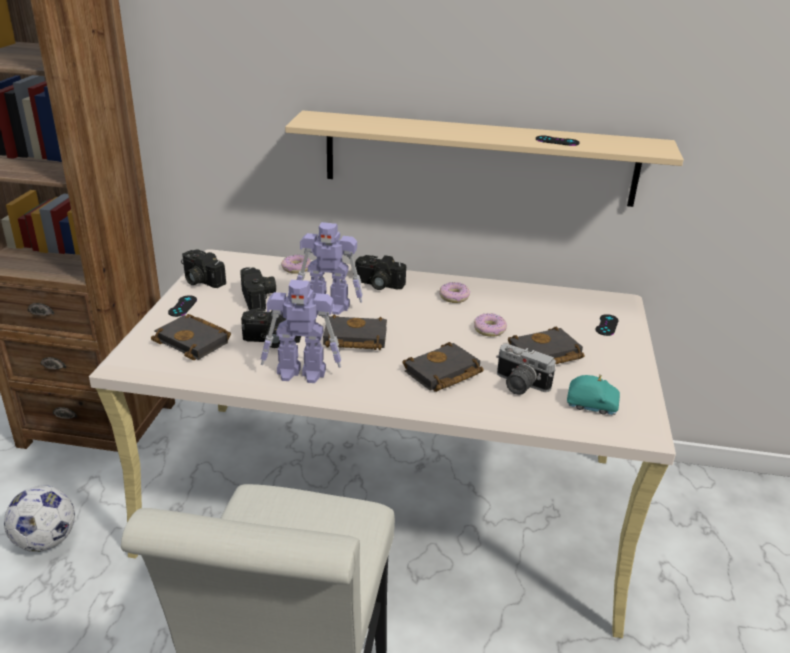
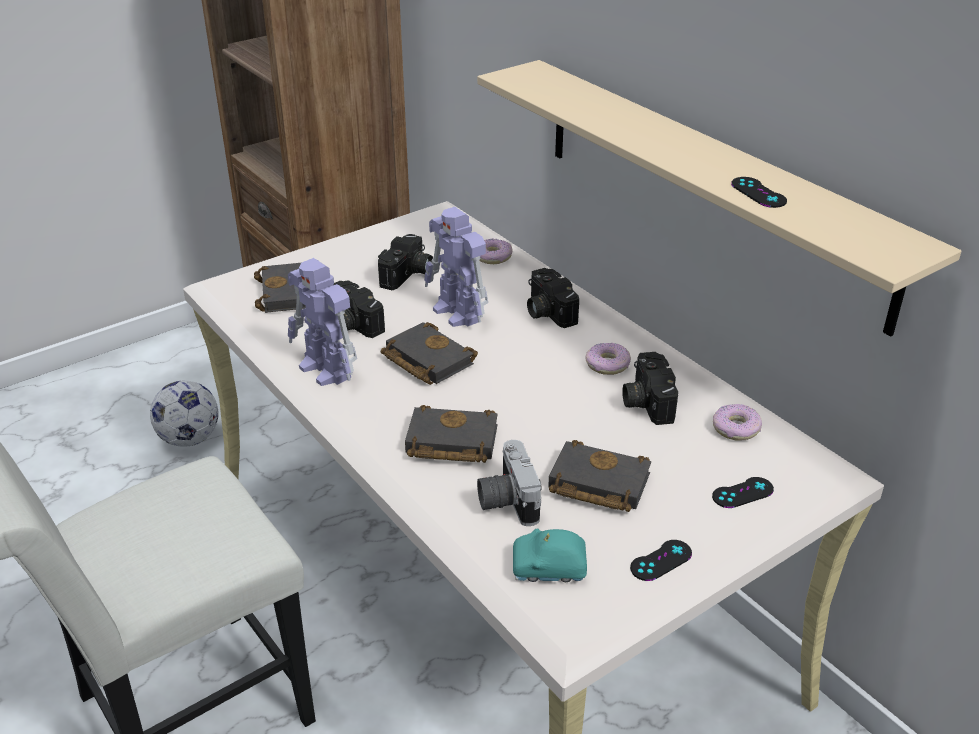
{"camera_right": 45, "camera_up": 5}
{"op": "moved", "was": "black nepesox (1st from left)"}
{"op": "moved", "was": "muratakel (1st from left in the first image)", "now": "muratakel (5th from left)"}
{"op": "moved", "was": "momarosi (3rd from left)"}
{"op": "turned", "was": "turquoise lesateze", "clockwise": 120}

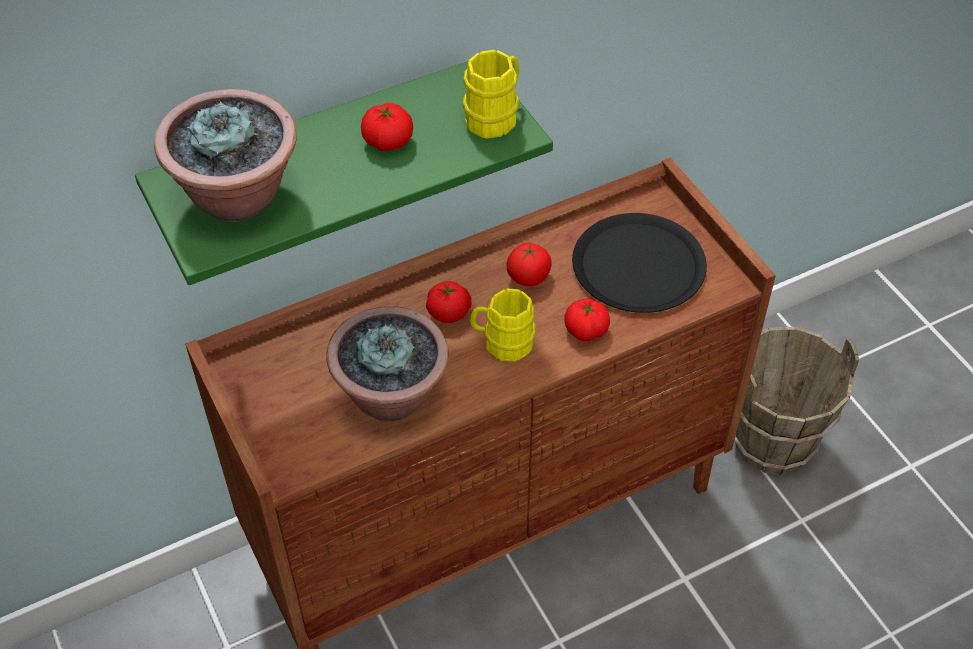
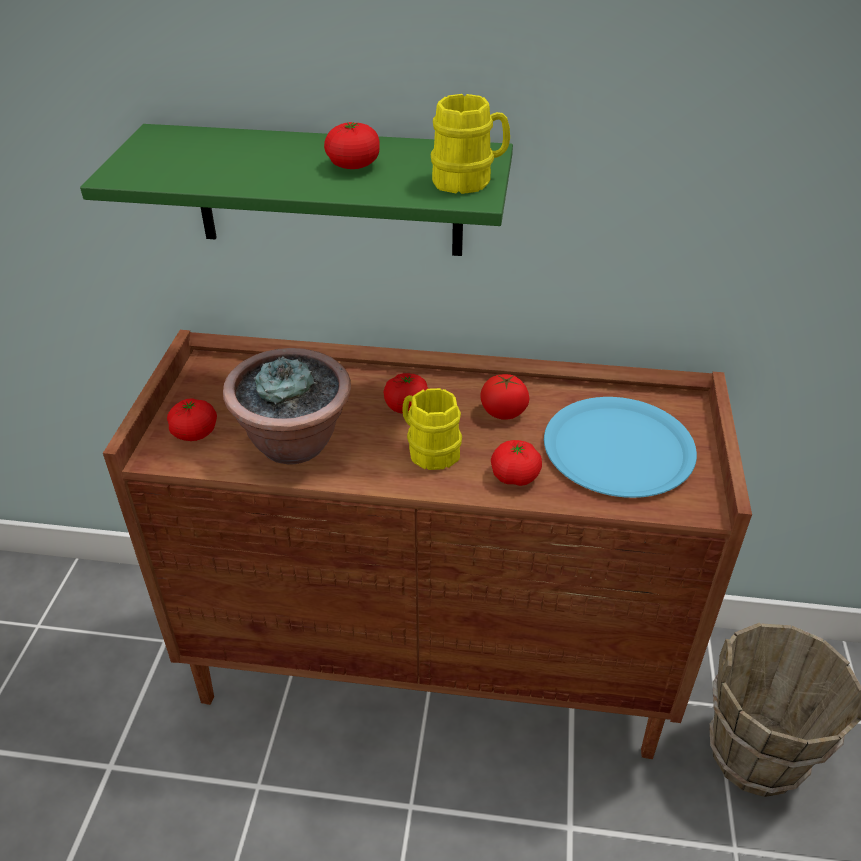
{"camera_right": 35, "camera_up": -10}
{"op": "removed", "was": "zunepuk (1st from left)"}
{"op": "recoloured", "was": "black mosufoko", "now": "blue mosufoko"}
{"op": "added", "now": "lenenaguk (1st from left)"}

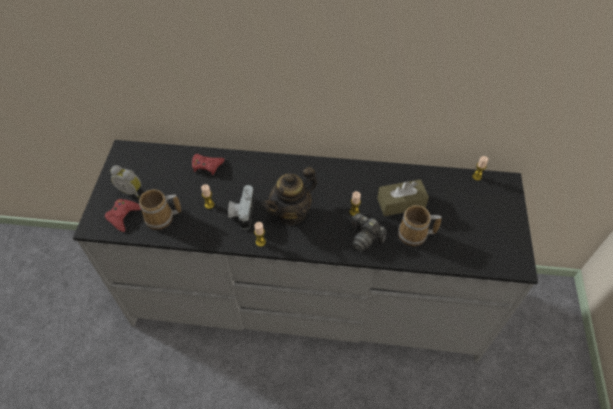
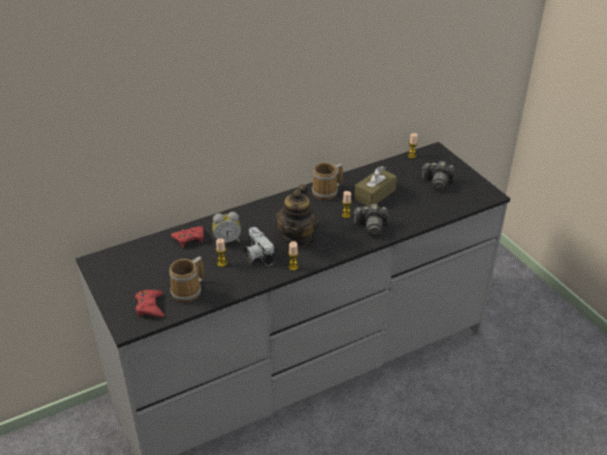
{"camera_right": -35, "camera_up": -15}
{"op": "moved", "was": "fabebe"}
{"op": "moved", "was": "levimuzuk (2nd from left)"}
{"op": "added", "now": "muratakel (3rd from left)"}

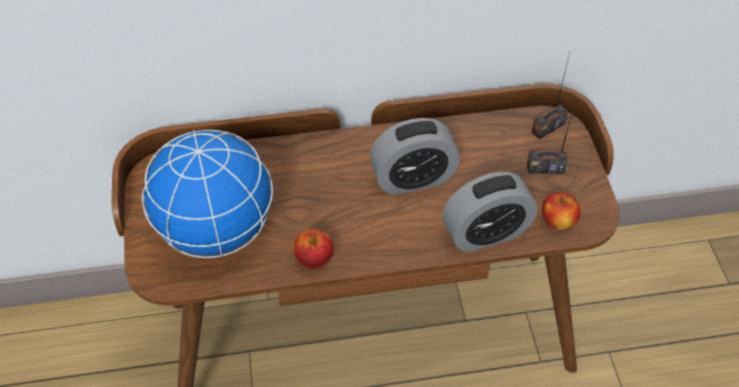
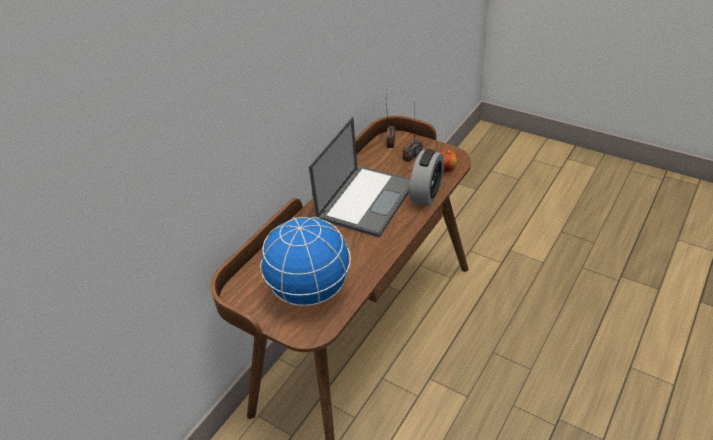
{"camera_right": -45, "camera_up": -10}
{"op": "removed", "was": "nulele (1st from left)"}
{"op": "replaced", "was": "fabebe (1st from left)", "now": "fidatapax"}

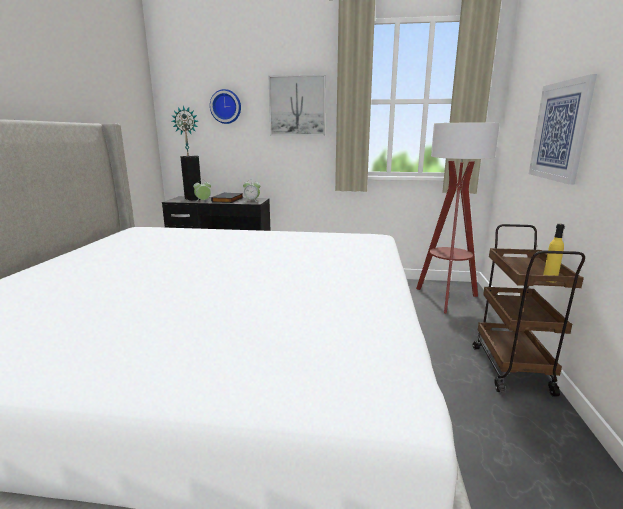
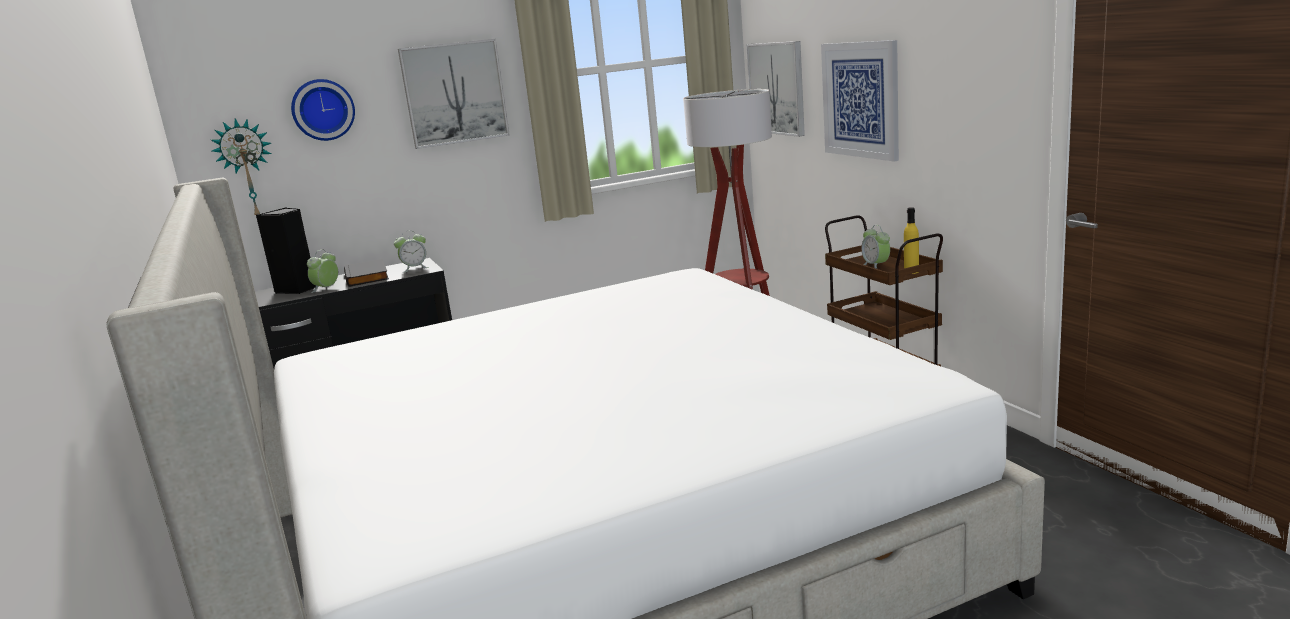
{"camera_right": -30, "camera_up": 0}
{"op": "added", "now": "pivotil (2nd from left)"}
{"op": "added", "now": "fabebe (3rd from left)"}

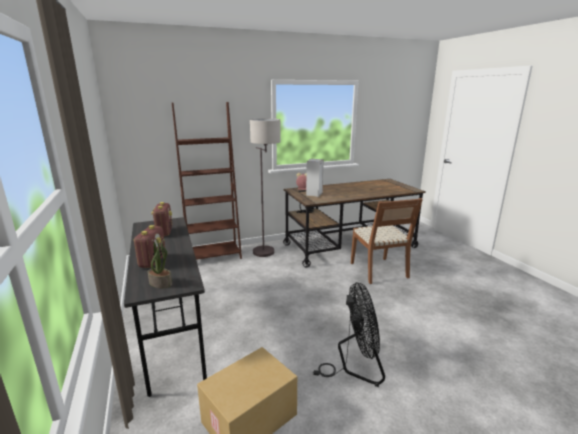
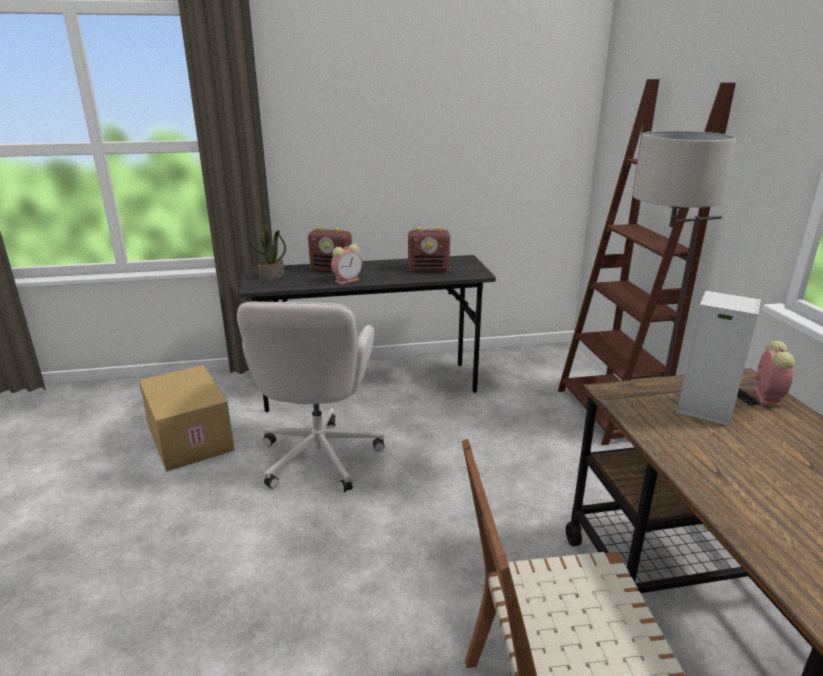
{"camera_right": 100, "camera_up": 5}
{"op": "removed", "was": "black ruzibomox"}
{"op": "added", "now": "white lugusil"}
{"op": "added", "now": "fabebe (1st from left)"}

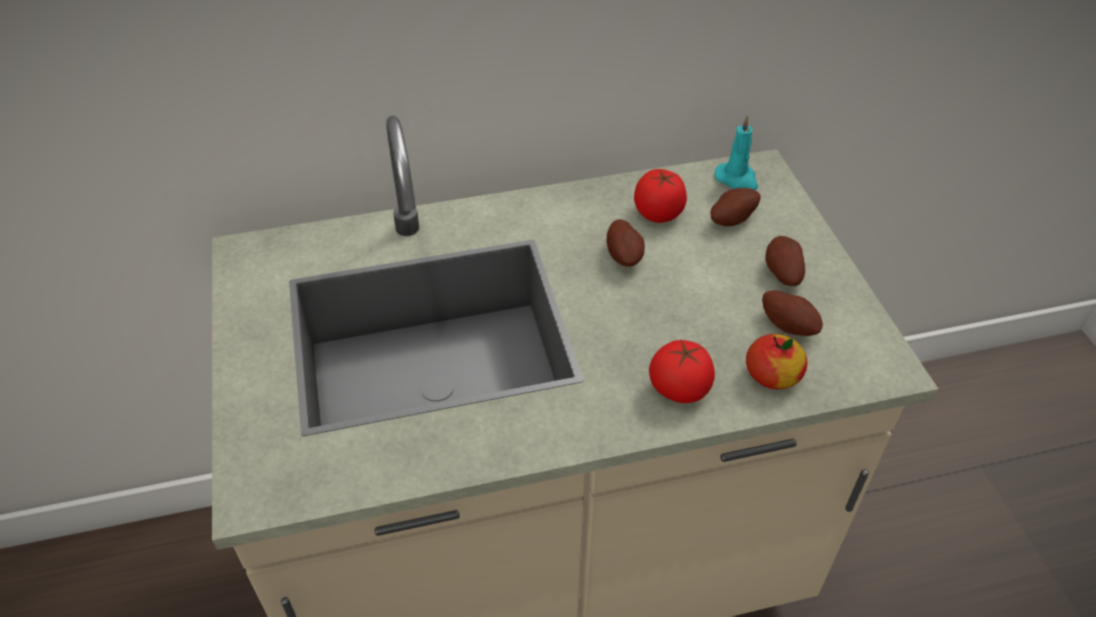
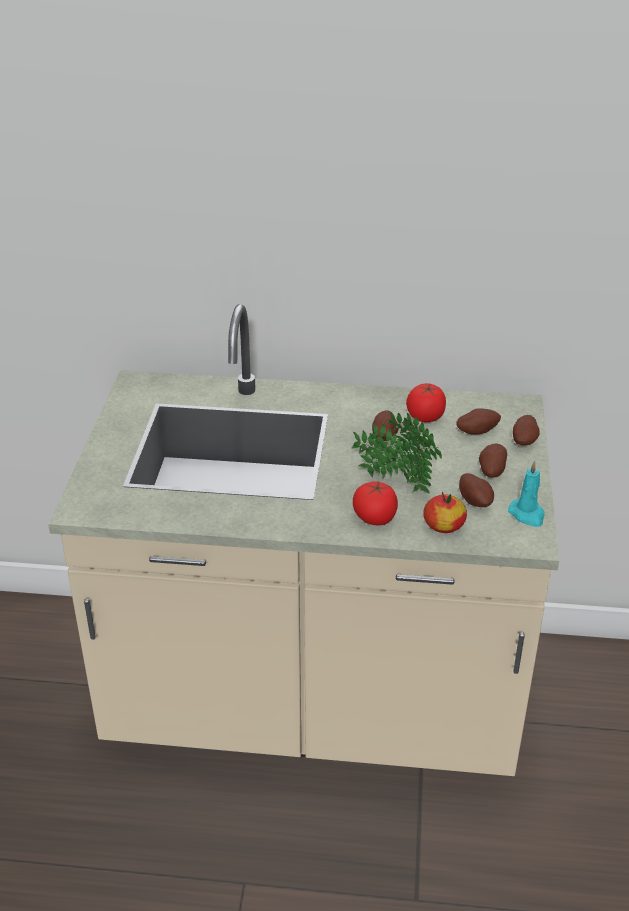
{"camera_right": 20, "camera_up": -10}
{"op": "moved", "was": "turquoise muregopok"}
{"op": "added", "now": "zunepuk"}
{"op": "added", "now": "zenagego (5th from left)"}

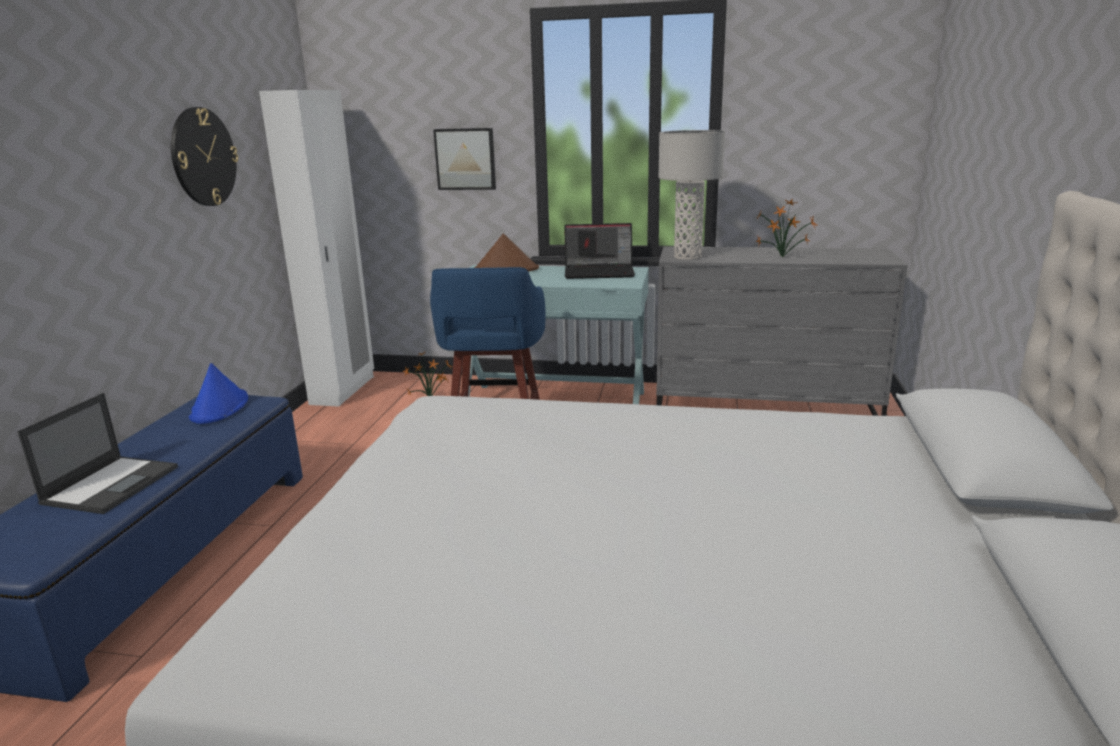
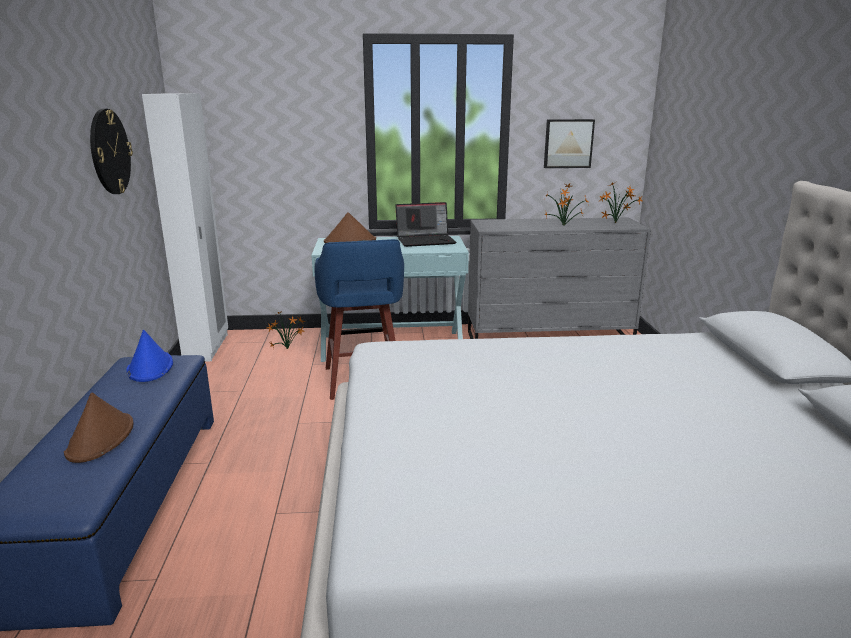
{"camera_right": -15, "camera_up": 0}
{"op": "replaced", "was": "fidatapax (1st from left)", "now": "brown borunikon (1st from left)"}
{"op": "moved", "was": "pivotil"}
{"op": "removed", "was": "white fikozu"}
{"op": "added", "now": "zunepuk (3rd from left)"}

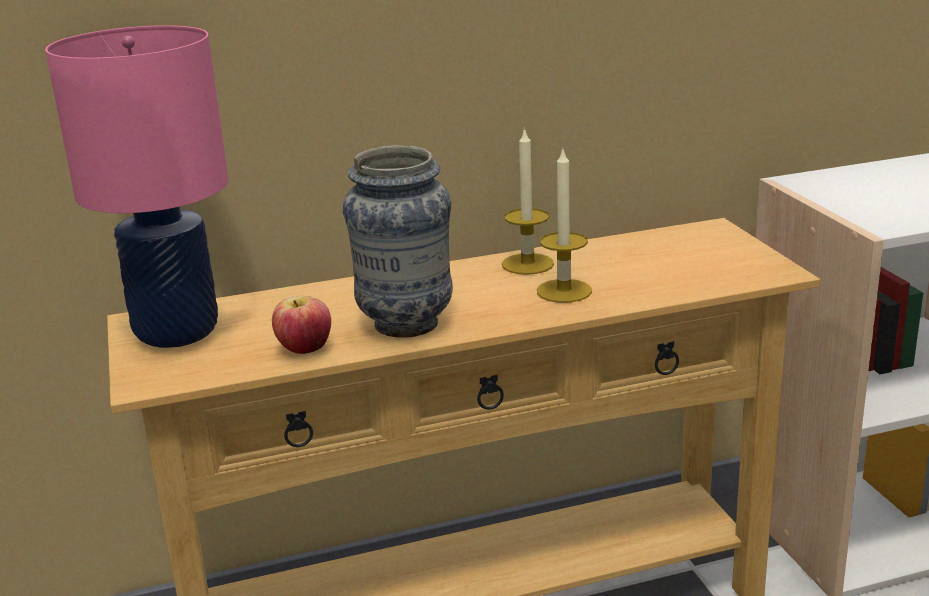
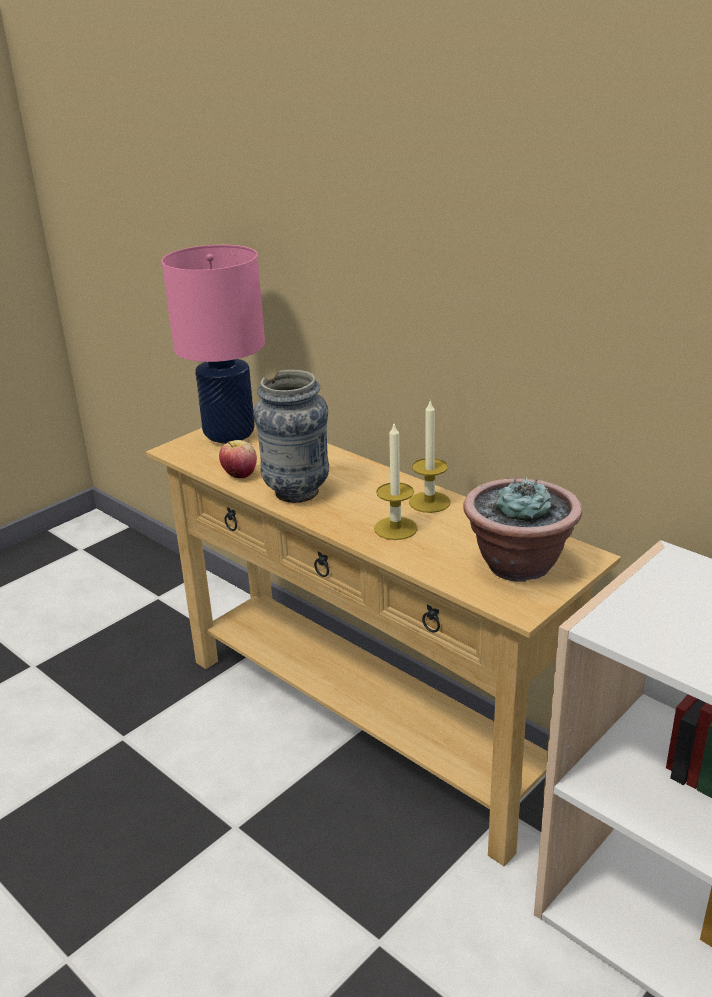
{"camera_right": 60, "camera_up": 5}
{"op": "added", "now": "zunepuk"}

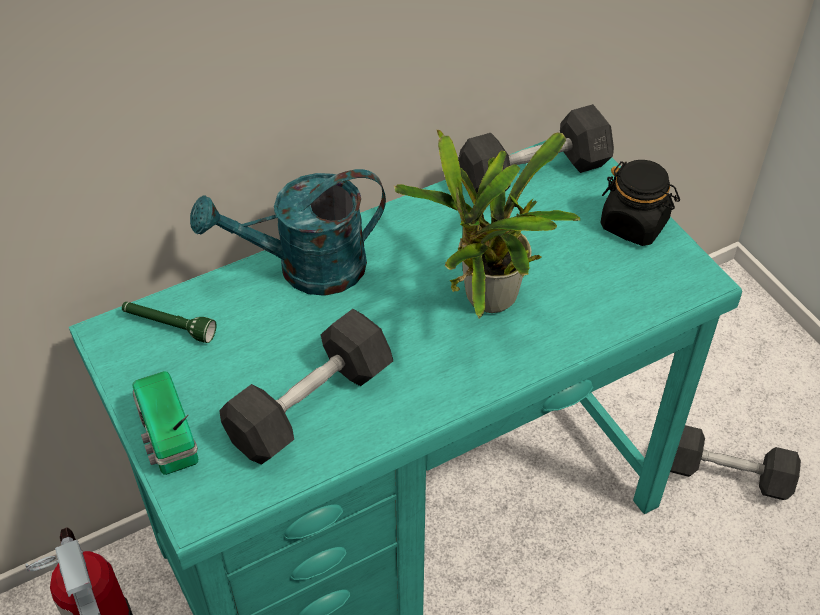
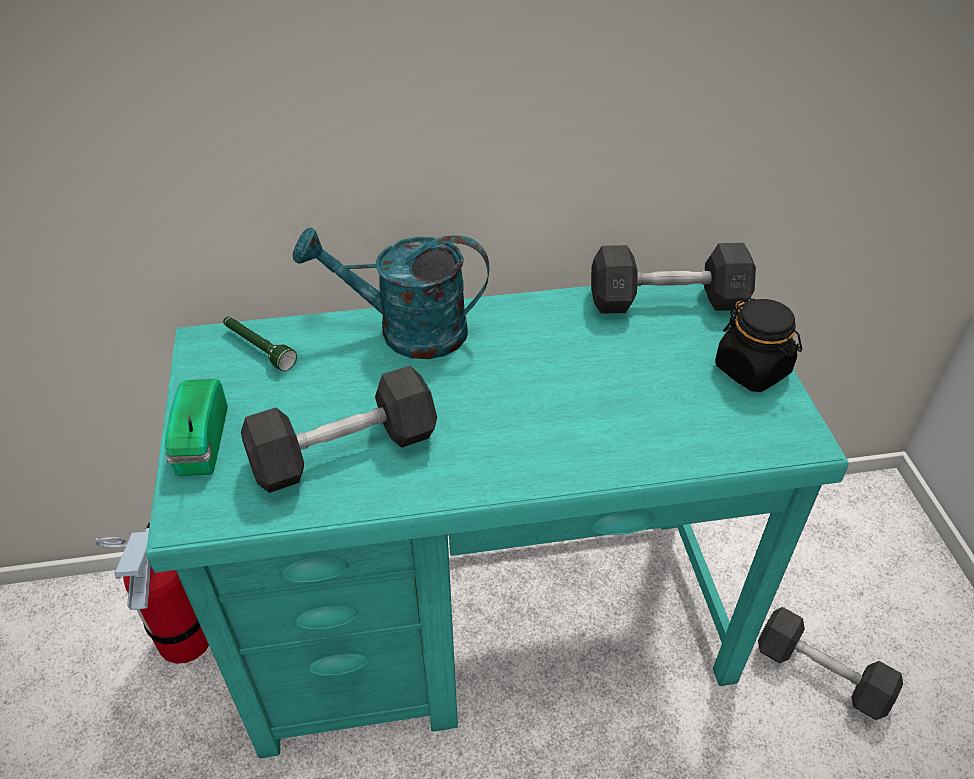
{"camera_right": 20, "camera_up": -5}
{"op": "removed", "was": "zunepuk"}

